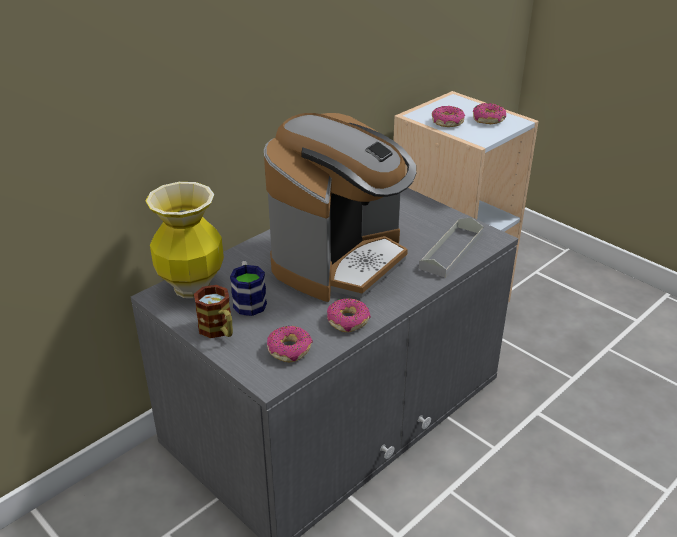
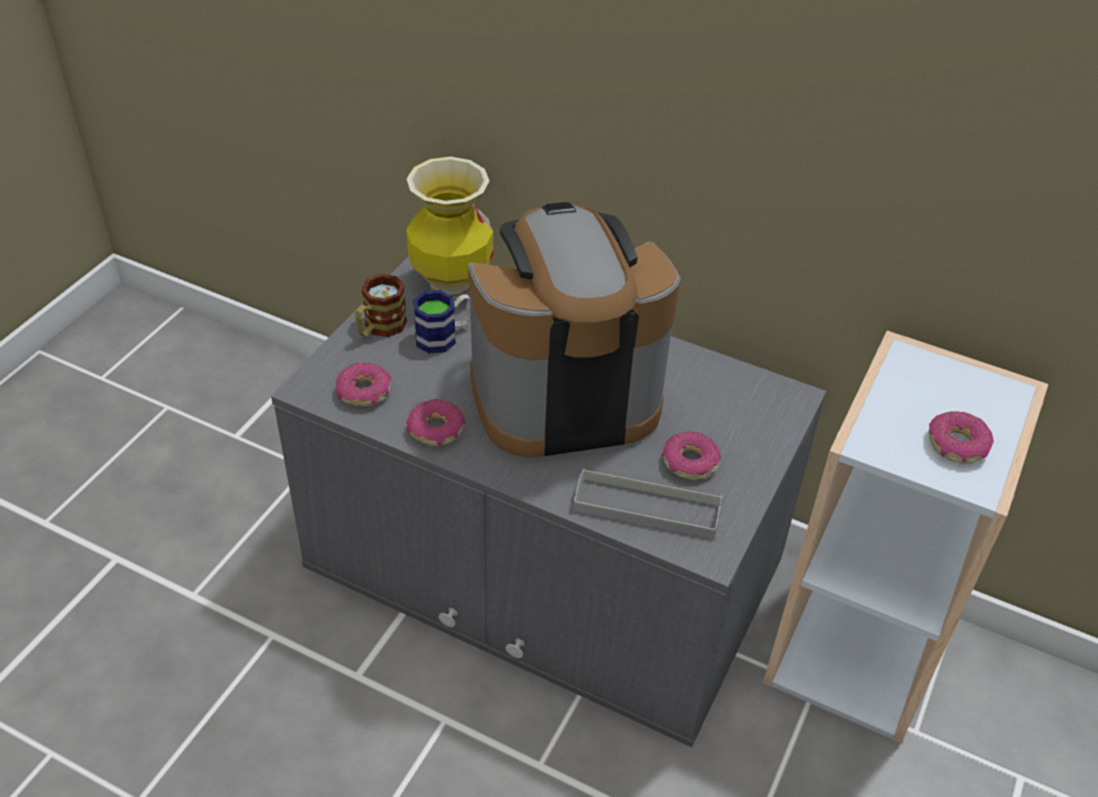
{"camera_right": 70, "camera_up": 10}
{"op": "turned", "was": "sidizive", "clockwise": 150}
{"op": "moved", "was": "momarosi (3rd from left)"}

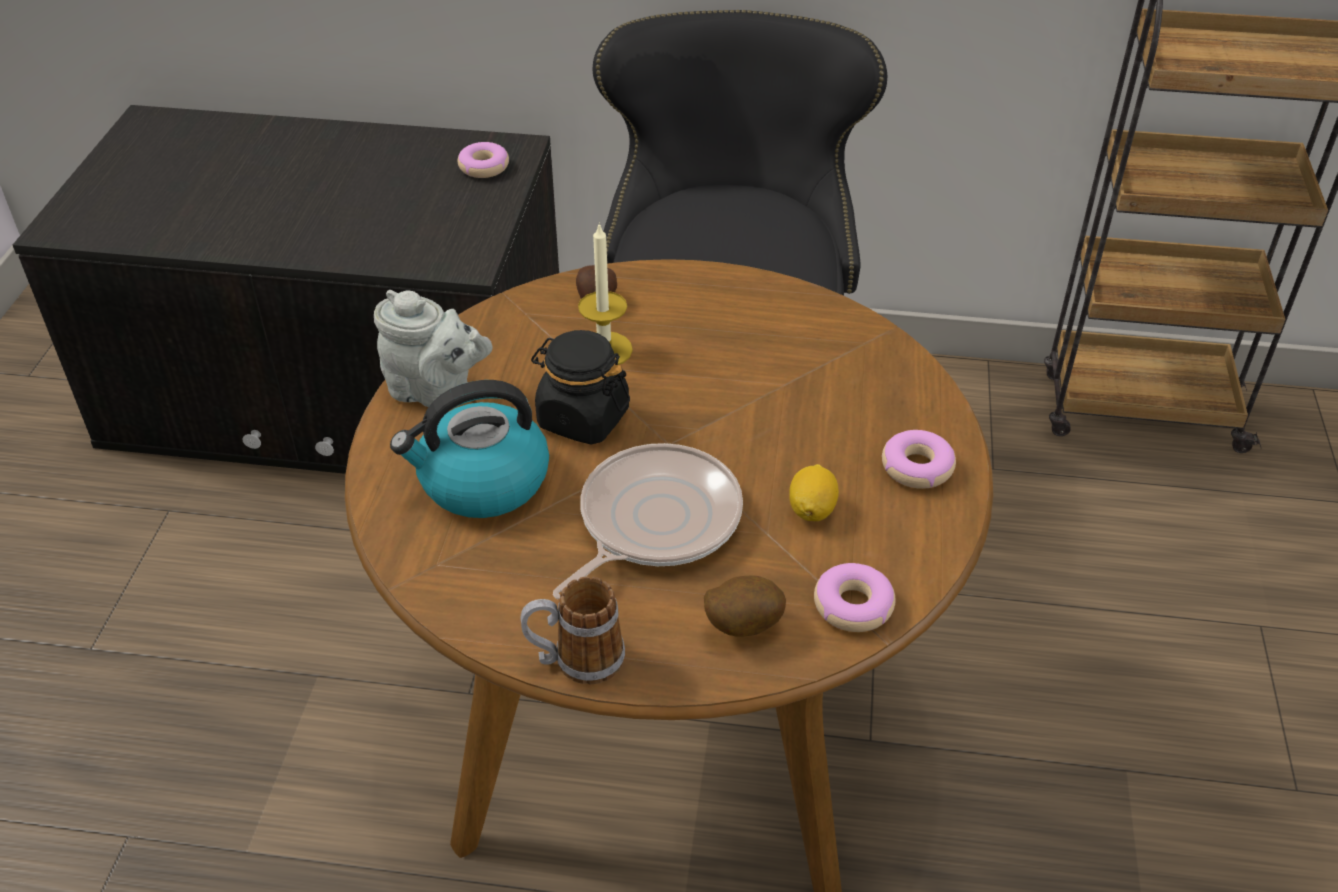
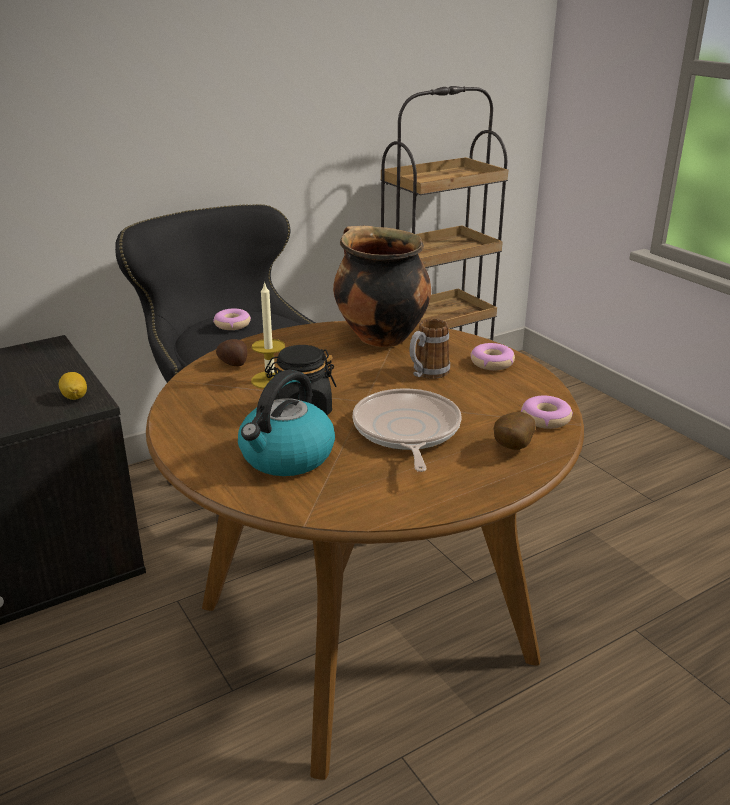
{"camera_right": -40, "camera_up": -15}
{"op": "removed", "was": "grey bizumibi"}
{"op": "moved", "was": "momarosi (1st from left)"}
{"op": "moved", "was": "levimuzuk"}
{"op": "moved", "was": "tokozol"}
{"op": "added", "now": "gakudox"}

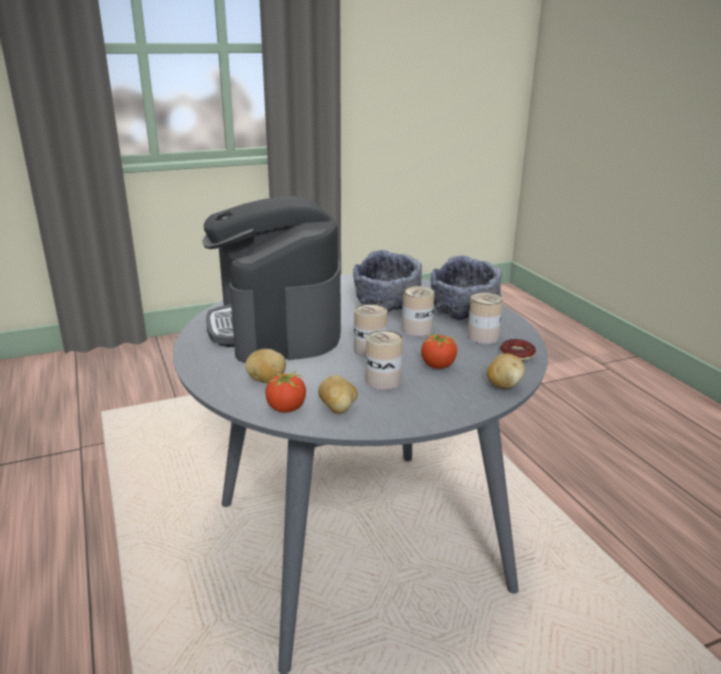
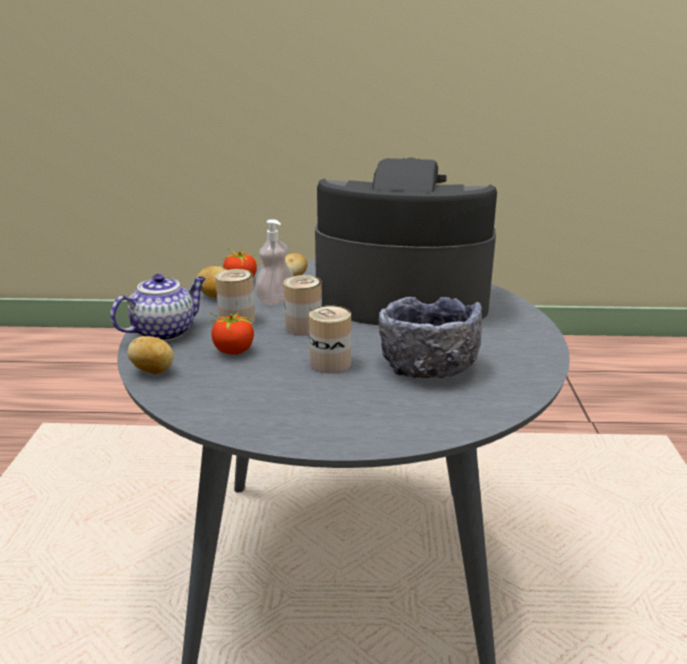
{"camera_right": 115, "camera_up": 0}
{"op": "removed", "was": "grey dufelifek (2nd from left)"}
{"op": "removed", "was": "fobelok (4th from left)"}
{"op": "removed", "was": "momarosi"}
{"op": "added", "now": "bizumibi"}
{"op": "added", "now": "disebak"}

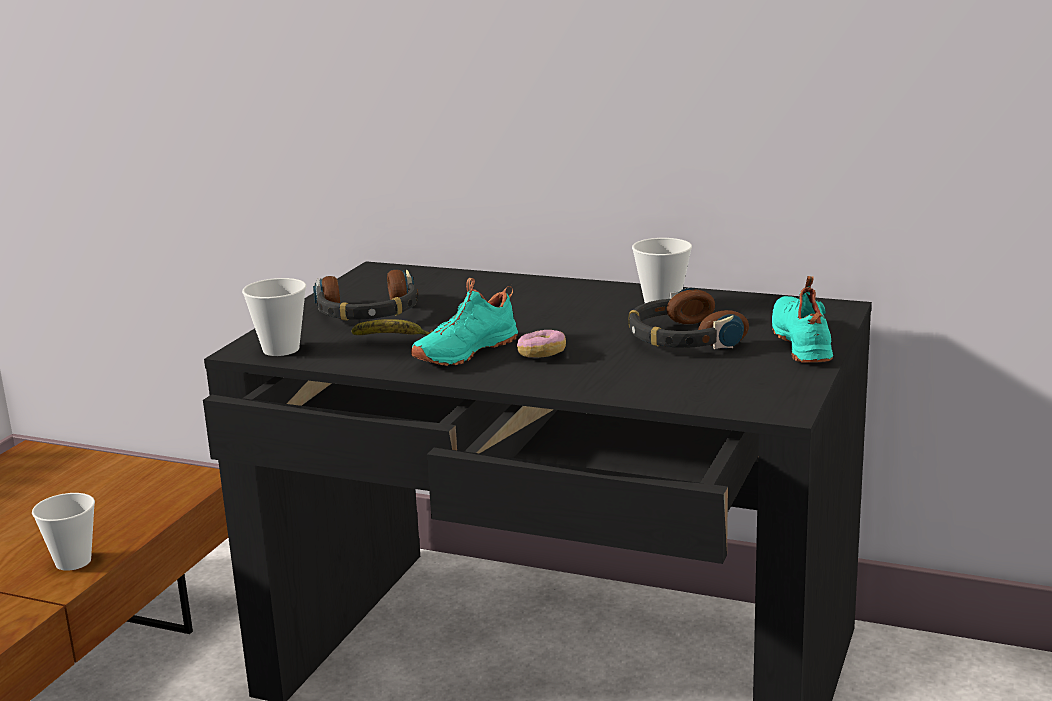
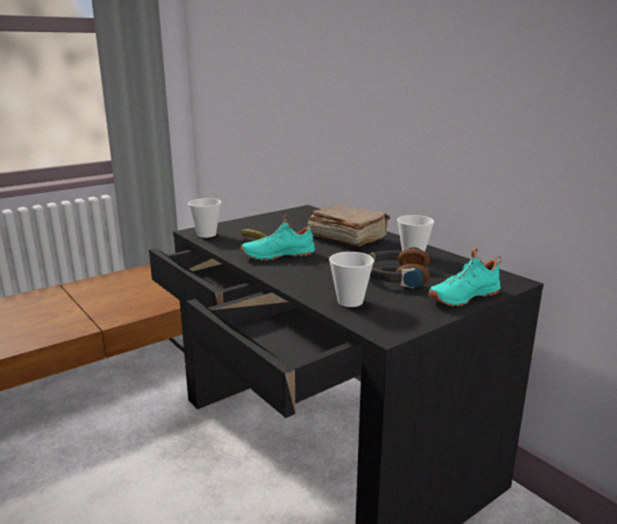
{"camera_right": 30, "camera_up": 0}
{"op": "moved", "was": "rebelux (1st from left in the first image)", "now": "rebelux (2nd from left)"}
{"op": "removed", "was": "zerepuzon (1st from left)"}
{"op": "removed", "was": "momarosi"}
{"op": "turned", "was": "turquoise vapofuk (2nd from left)", "clockwise": -150}
{"op": "added", "now": "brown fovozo"}

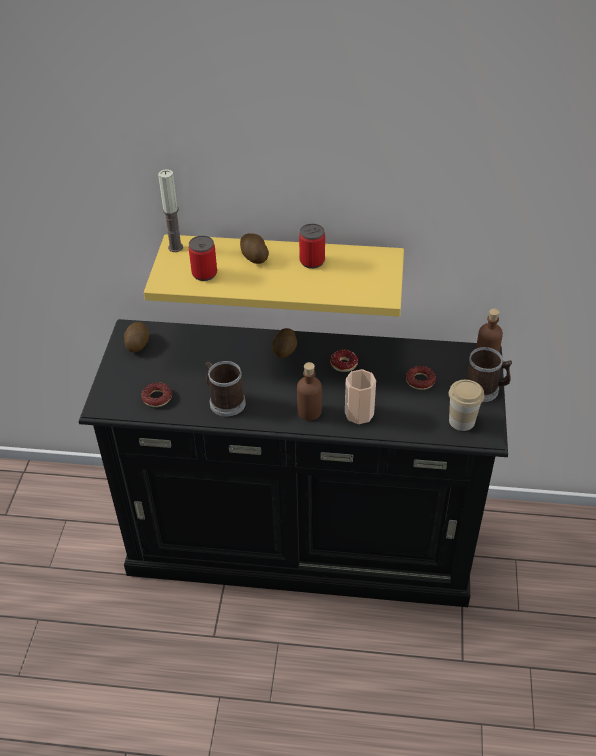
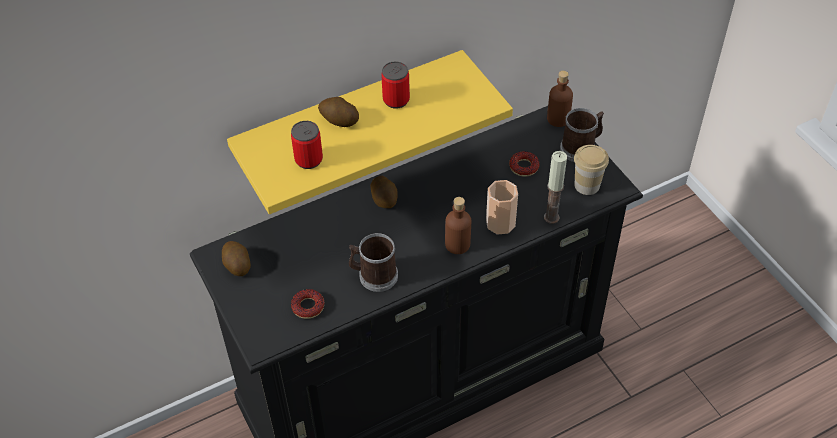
{"camera_right": -35, "camera_up": 5}
{"op": "moved", "was": "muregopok"}
{"op": "removed", "was": "momarosi (2nd from left)"}

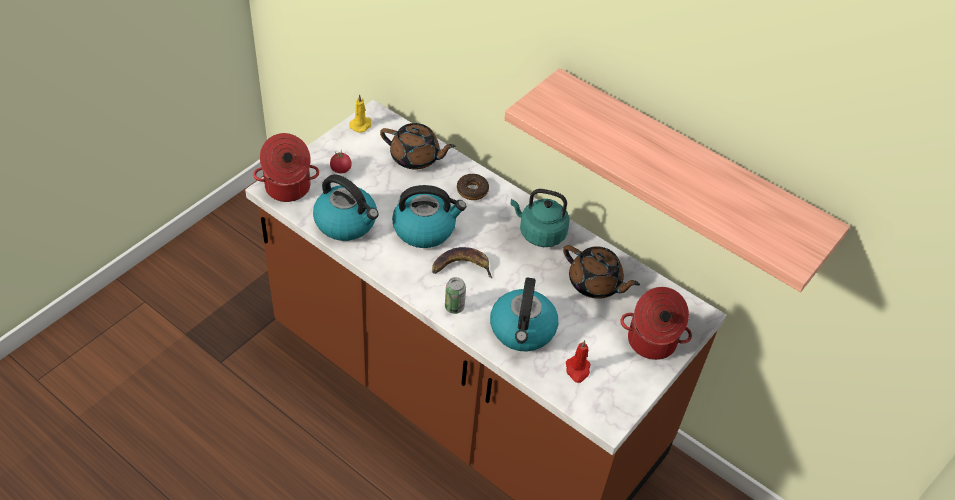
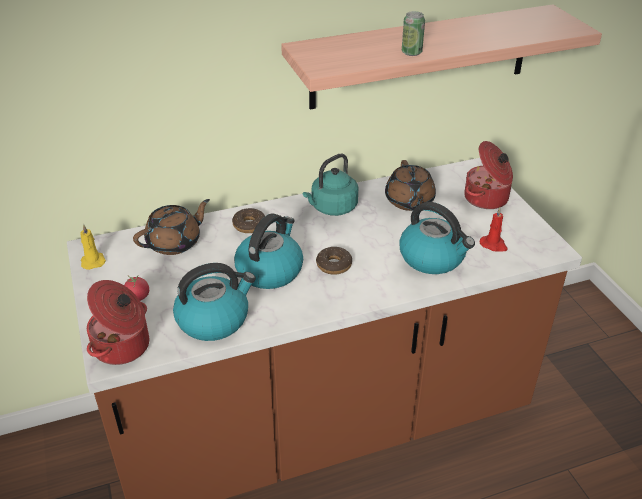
{"camera_right": -55, "camera_up": -10}
{"op": "replaced", "was": "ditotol", "now": "momarosi (2nd from left)"}
{"op": "moved", "was": "fobelok"}
{"op": "turned", "was": "brown bizumibi (2nd from left)", "clockwise": 105}

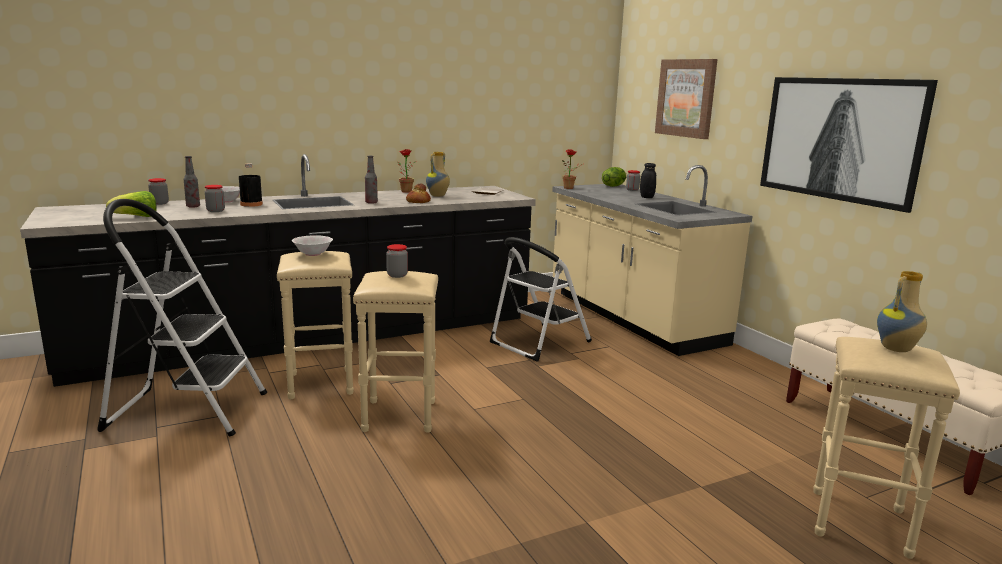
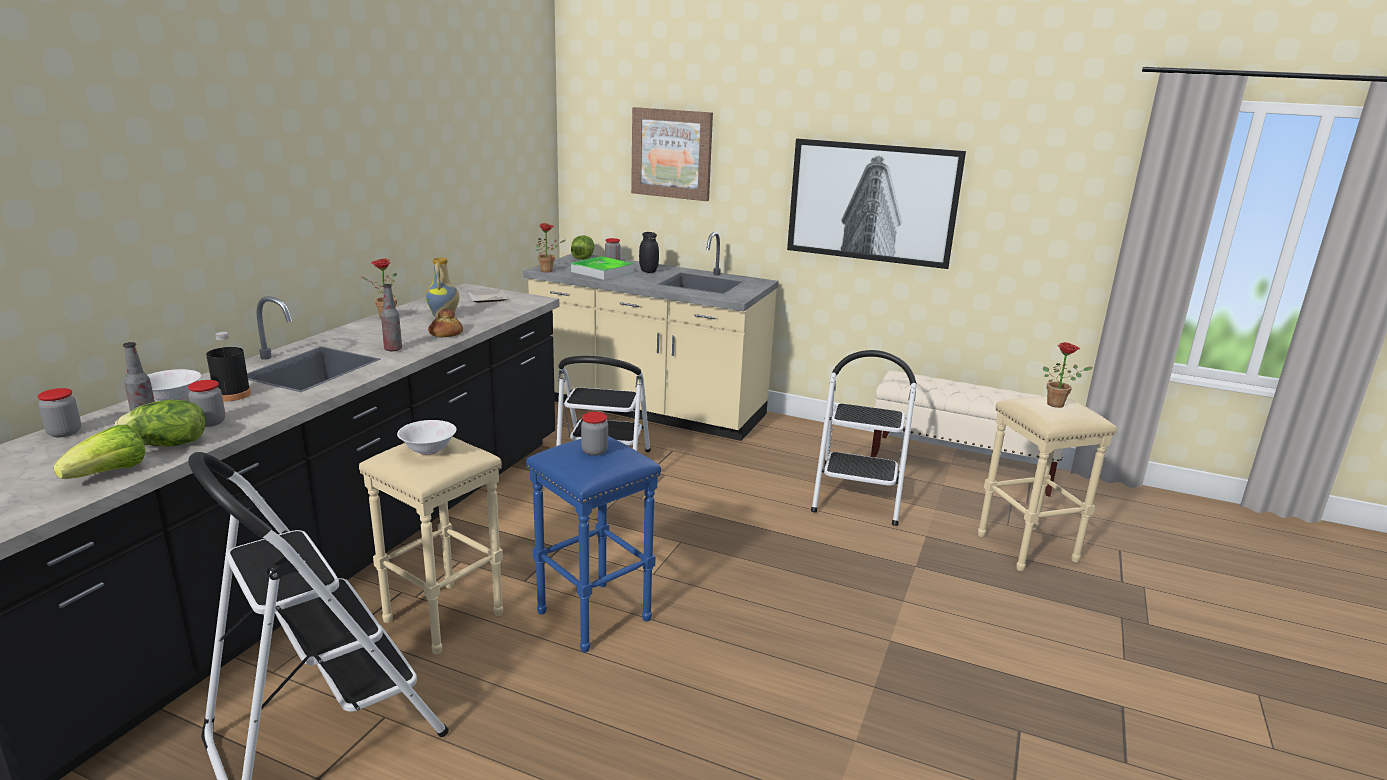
{"camera_right": -40, "camera_up": 5}
{"op": "recoloured", "was": "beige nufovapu (2nd from left)", "now": "blue nufovapu"}
{"op": "replaced", "was": "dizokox (2nd from left)", "now": "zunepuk (3rd from left)"}
{"op": "added", "now": "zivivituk (2nd from left)"}
{"op": "added", "now": "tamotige"}
{"op": "added", "now": "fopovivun (3rd from left)"}

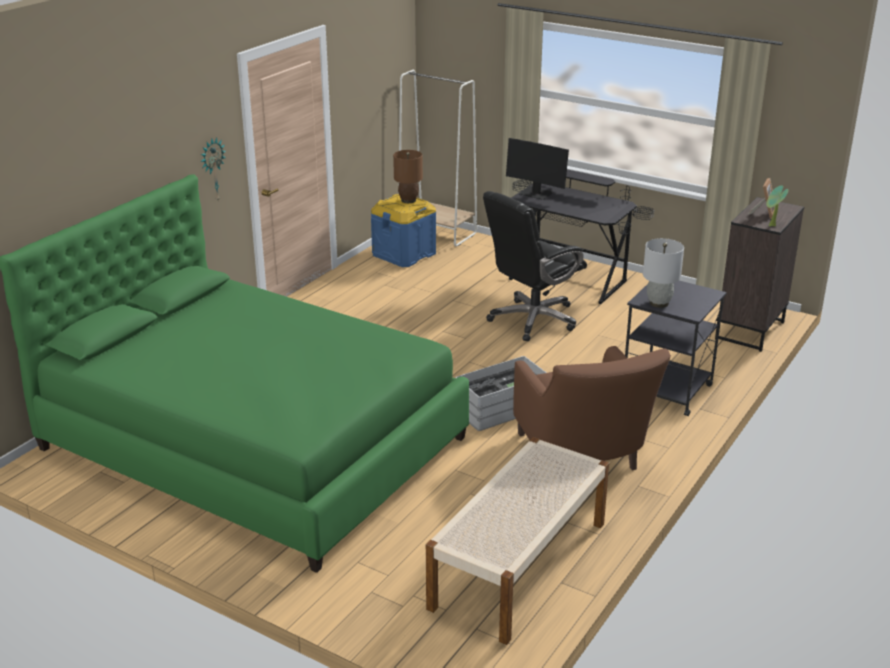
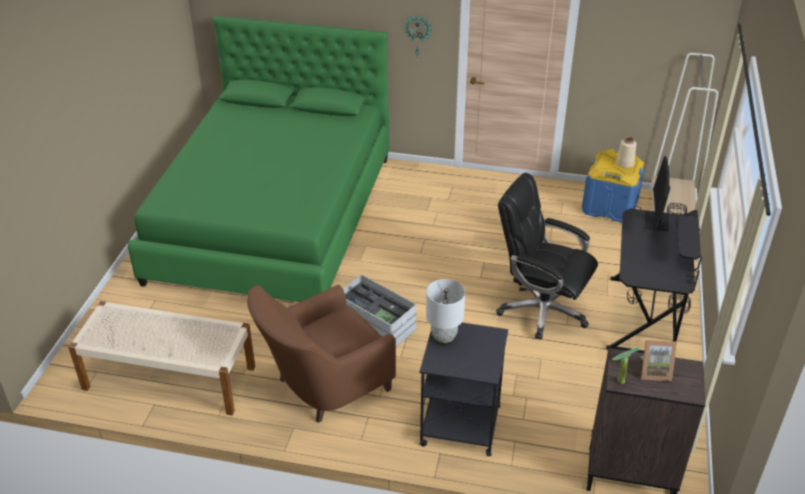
{"camera_right": 70, "camera_up": 10}
{"op": "replaced", "was": "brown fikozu", "now": "beige dizokox"}

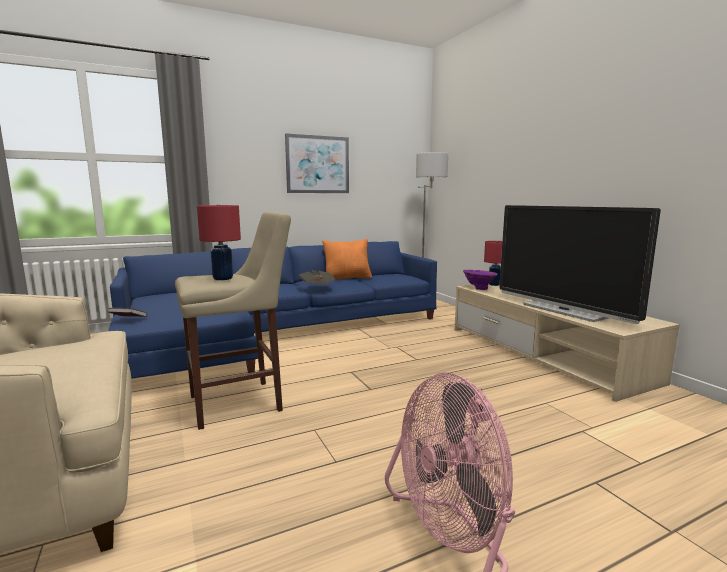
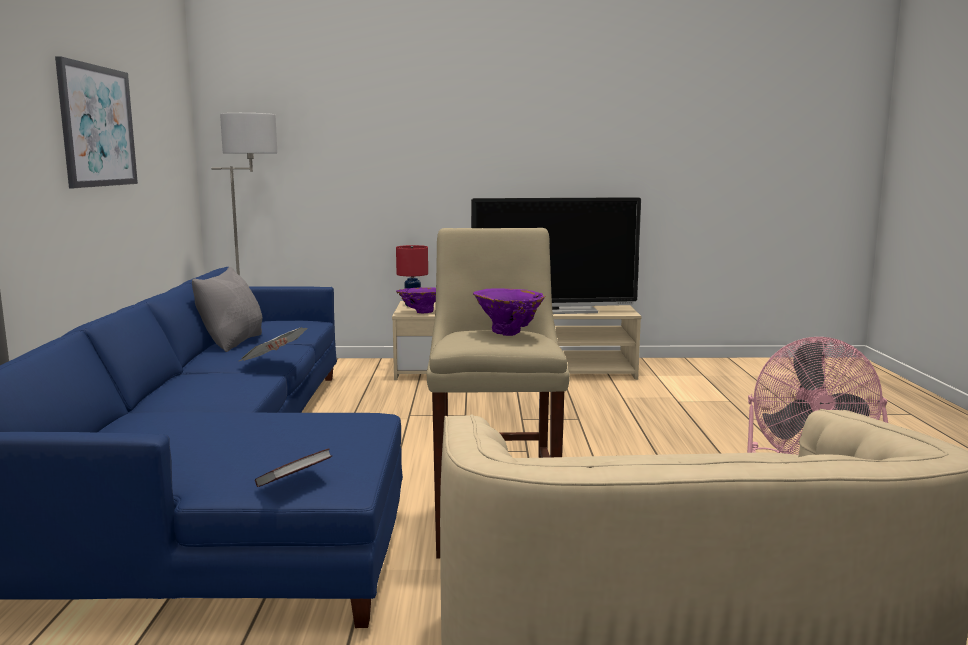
{"camera_right": -65, "camera_up": 0}
{"op": "replaced", "was": "red fikozu (1st from left)", "now": "purple dizokox (2nd from left)"}
{"op": "recoloured", "was": "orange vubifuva", "now": "grey vubifuva"}

